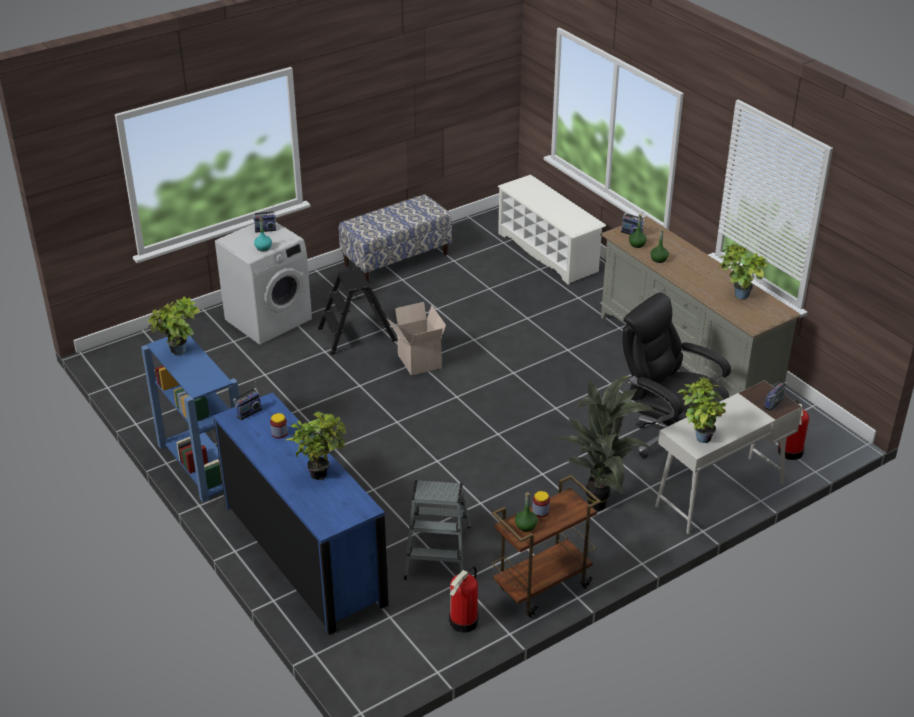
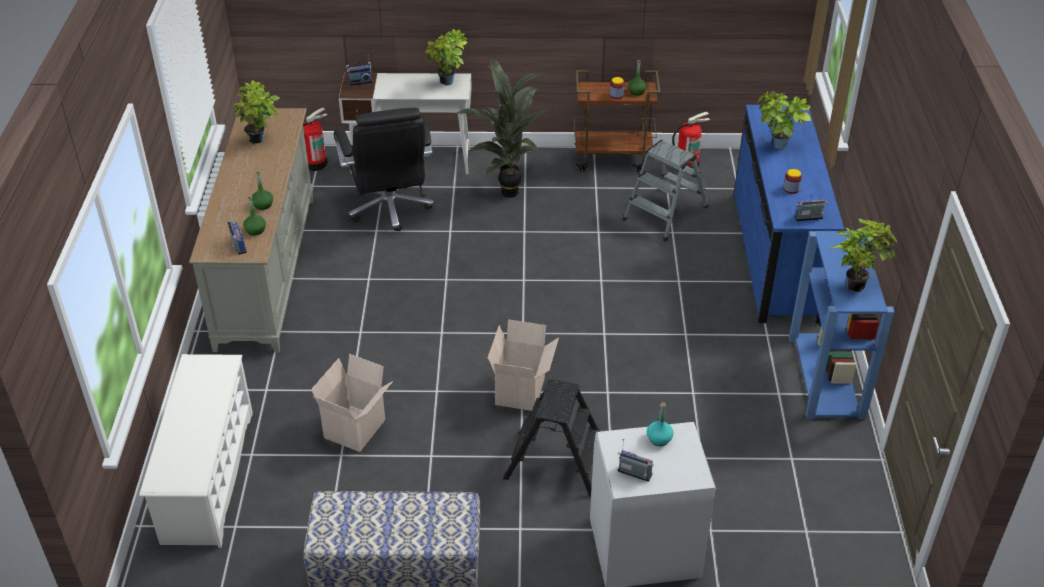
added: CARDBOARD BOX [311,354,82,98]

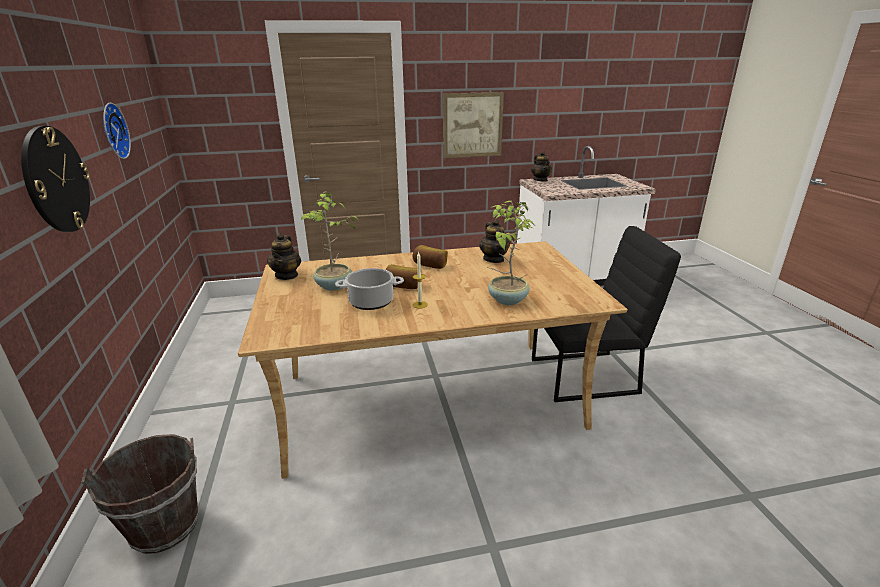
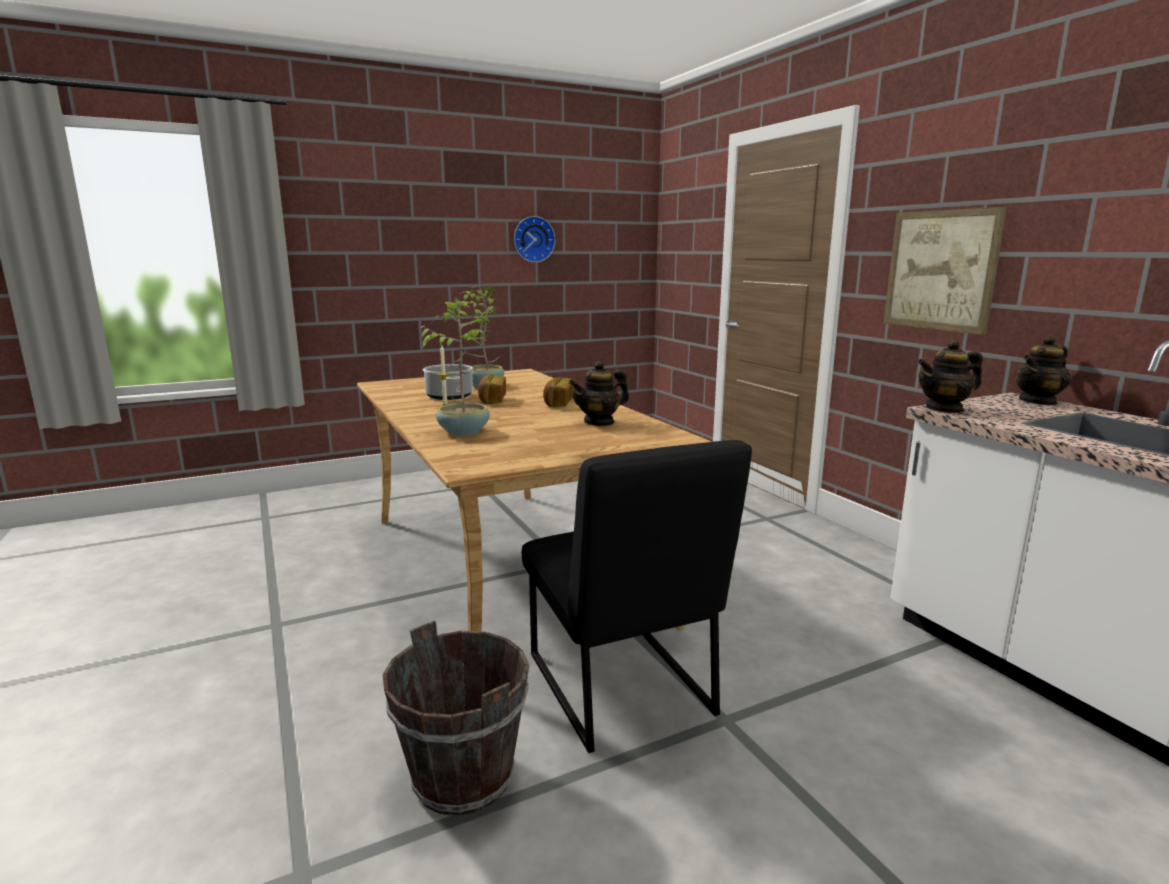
removed: WALL CLOCK [21,126,69,106]
moved: BROWN BUCKET [82,434,117,120] to [383,621,146,195]; TEAPOT [267,233,34,47] to [918,339,65,74]

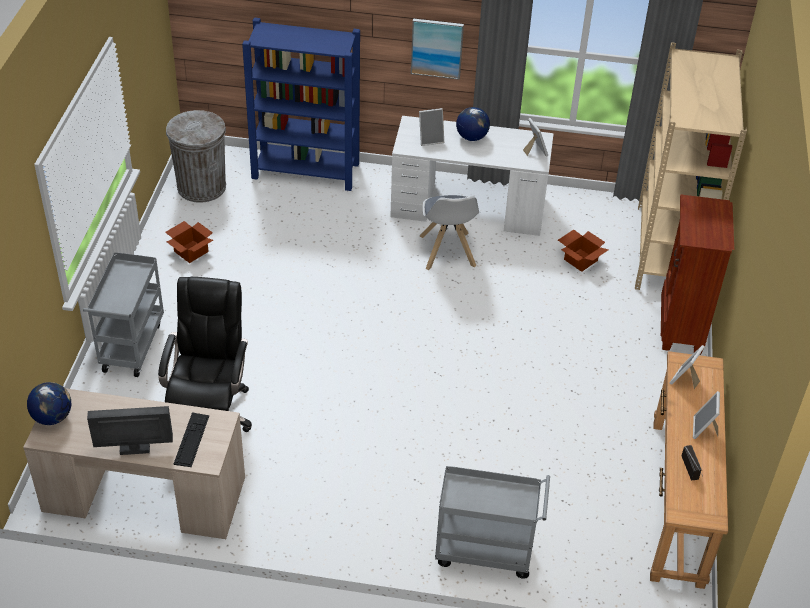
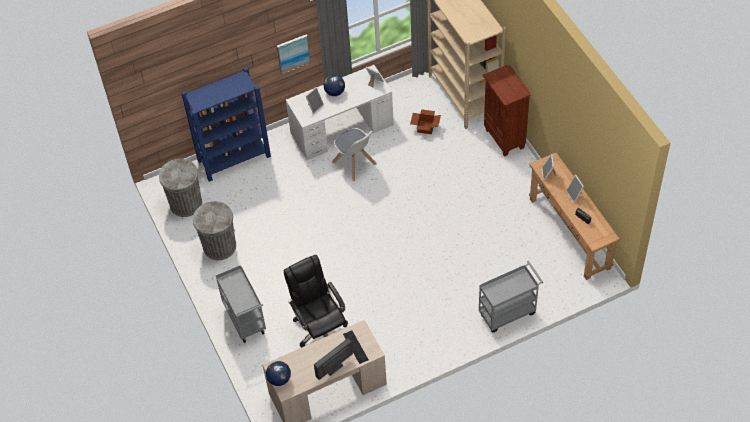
replaced: CARDBOARD BOX [165,221,48,42] to GREY TRASH CAN [193,201,43,59]

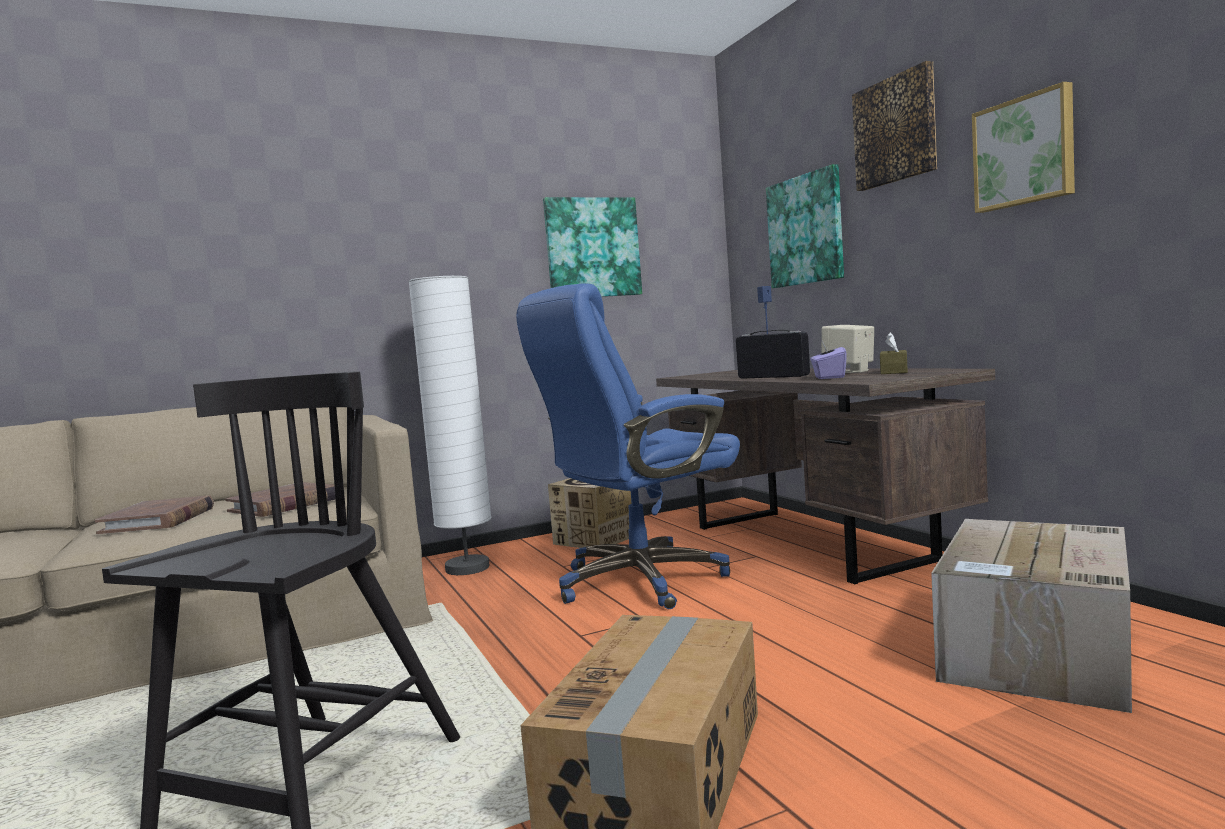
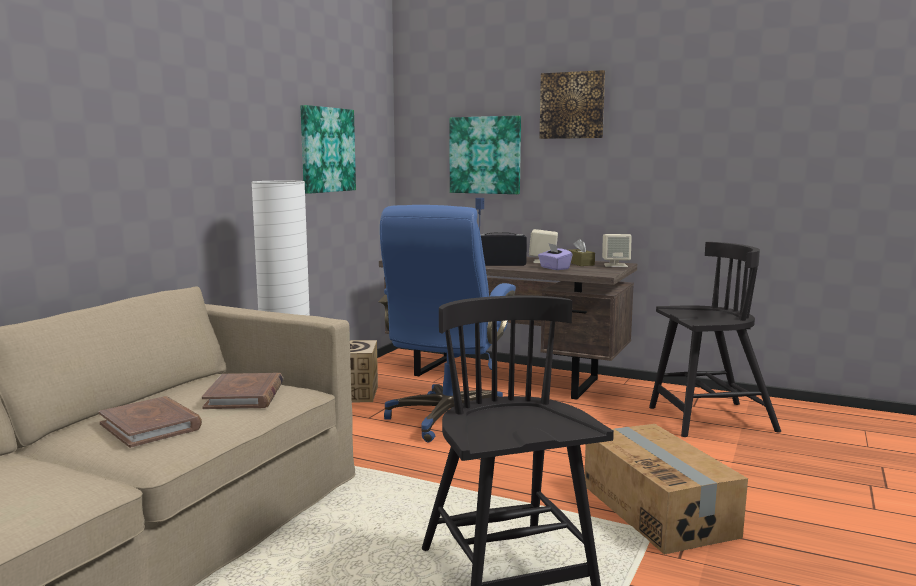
removed: PICTURE [972,82,103,131]
added: BEIGE SPEAKER [602,234,30,33]
replaced: CARDBOARD BOX [931,519,201,194] to BLACK CHAIR [649,242,132,195]

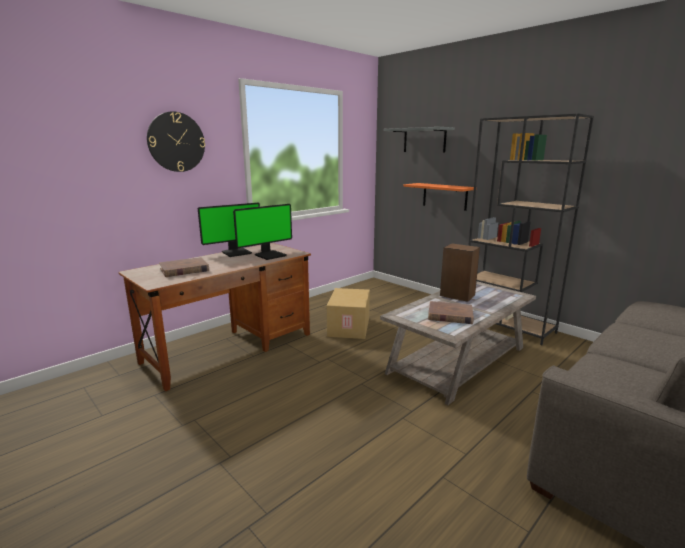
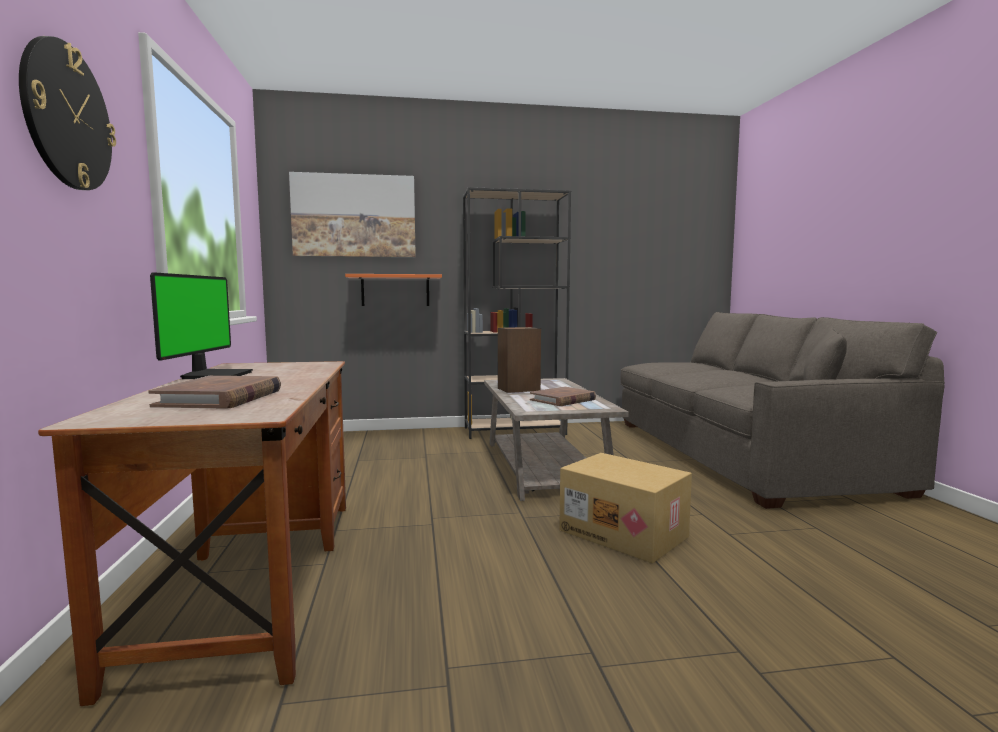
removed: MONITOR [233,204,59,56]
moved: CARDBOARD BOX [327,288,43,51] to [559,453,133,110]
replaced: GREY SHELF [384,127,71,26] to PICTURE [289,172,127,85]

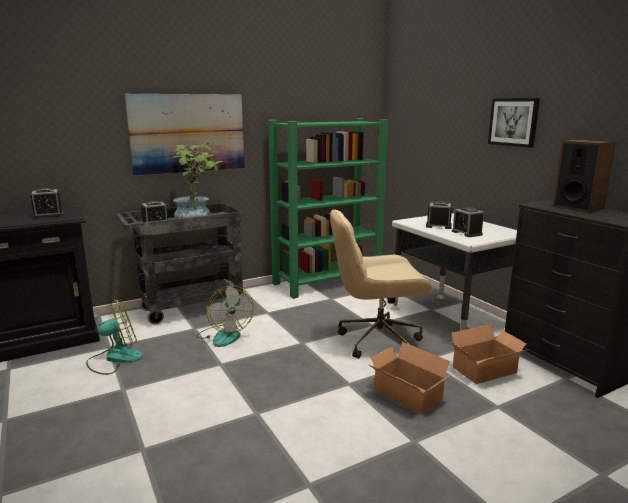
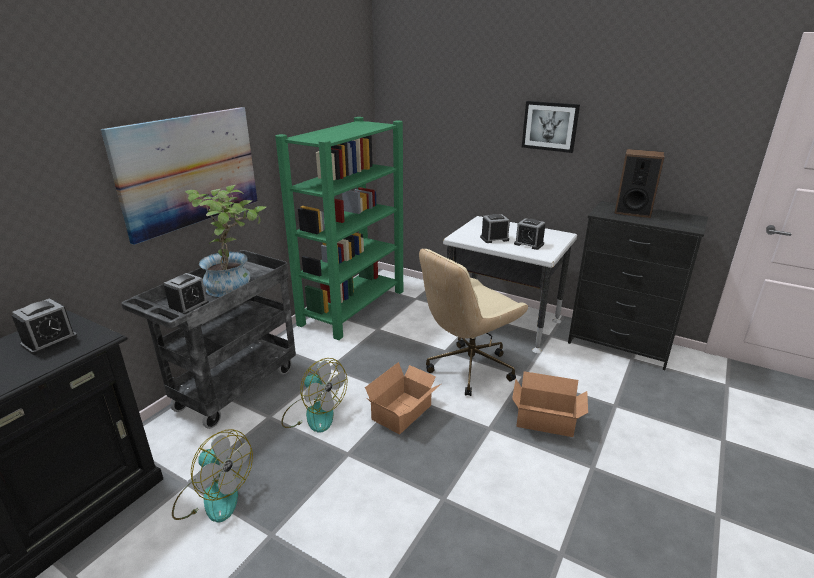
moved: CARDBOARD BOX [450,324,79,60] to [365,362,76,72]
turned: FAN [86,298,57,77] = [172,429,81,94] 90 degrees clockwise

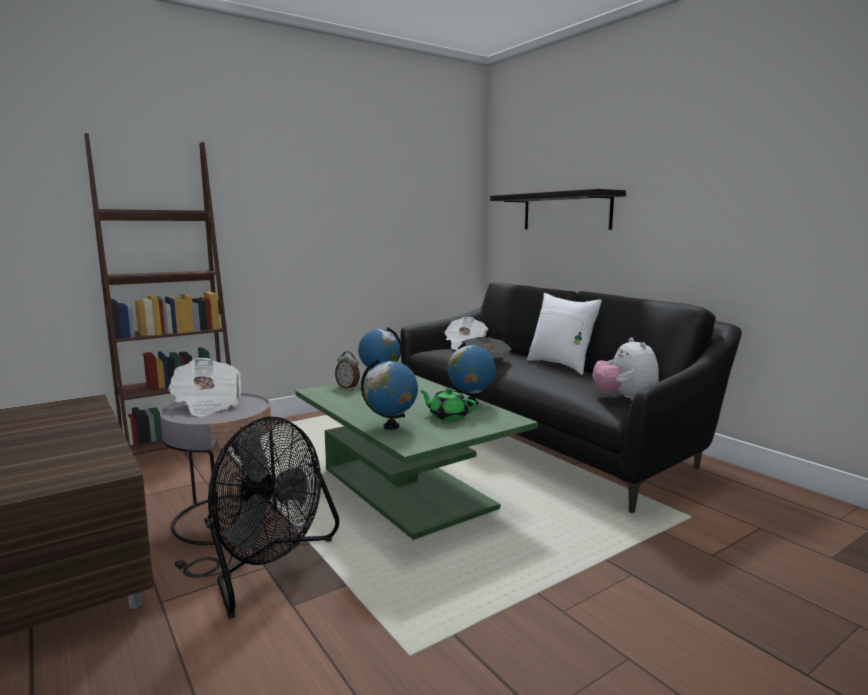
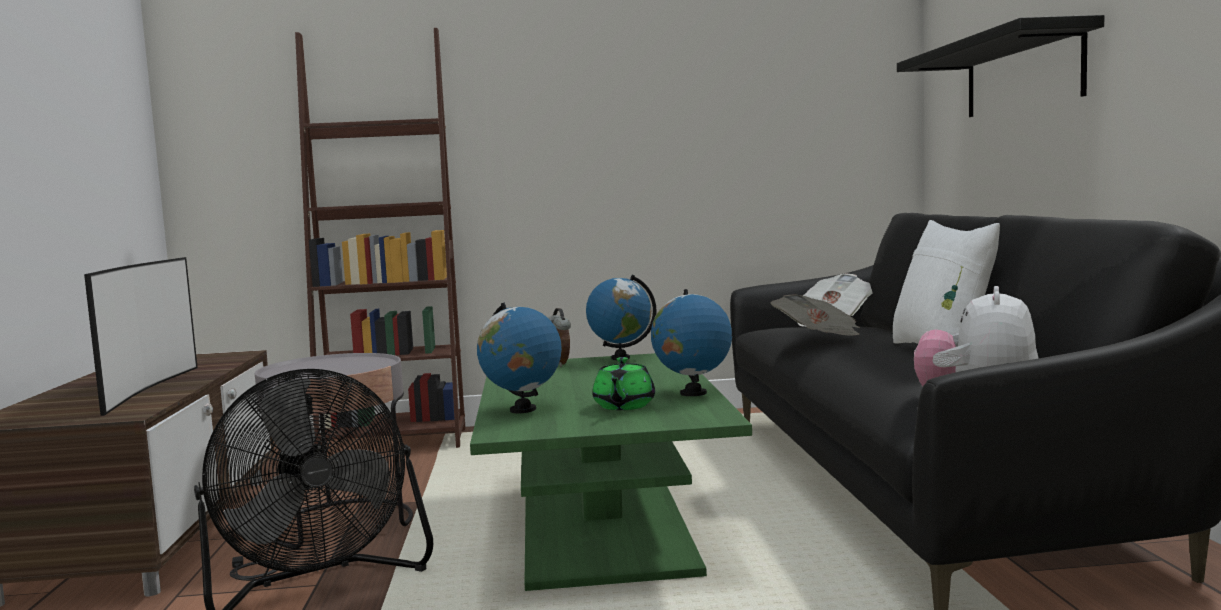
removed: NEWSPAPER [168,358,73,59]
added: TELEVISION [84,257,114,159]
turned: GREEN TEAPOT [420,388,56,33] = [592,357,63,53] 135 degrees counterclockwise

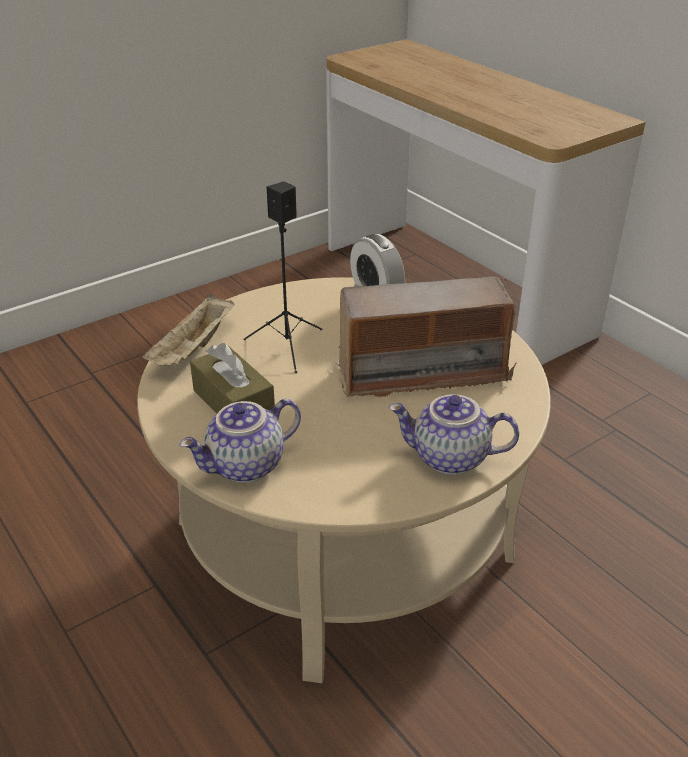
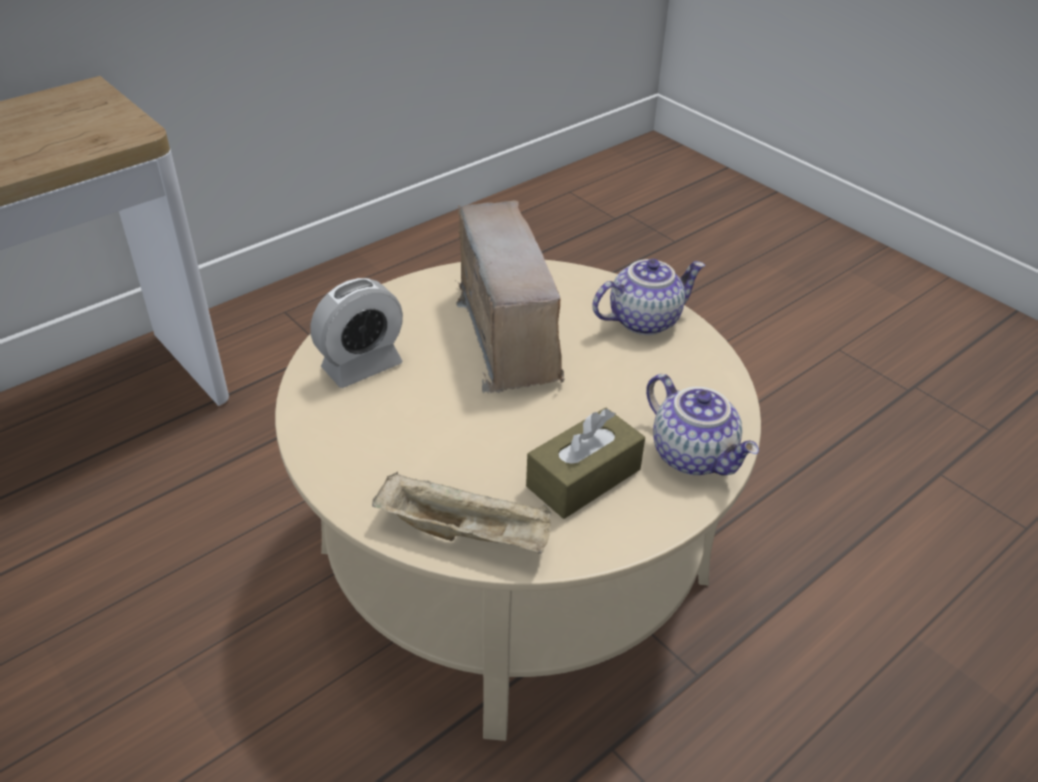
removed: BLACK SPEAKER [244,181,78,192]
turned: TEAPOT [389,394,130,81] = [592,259,113,76] 120 degrees counterclockwise

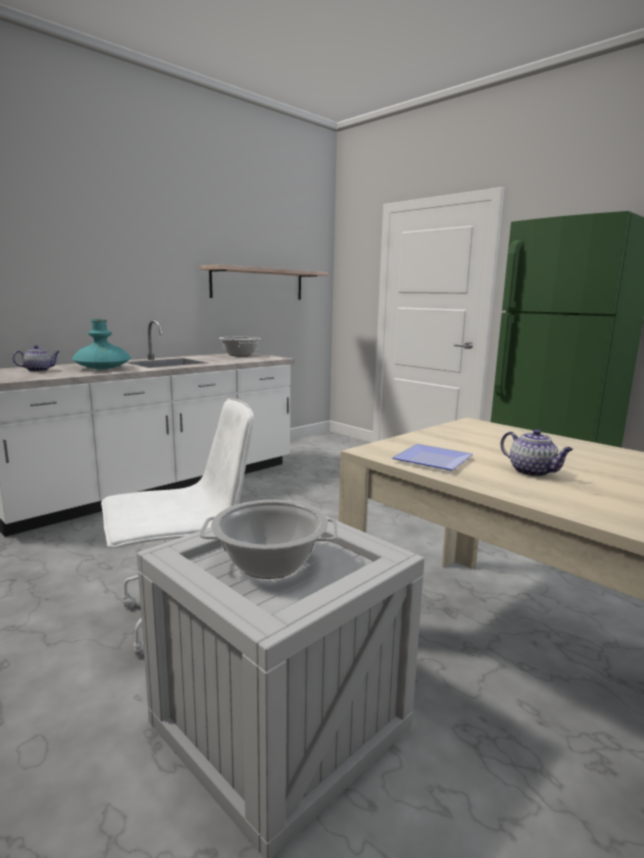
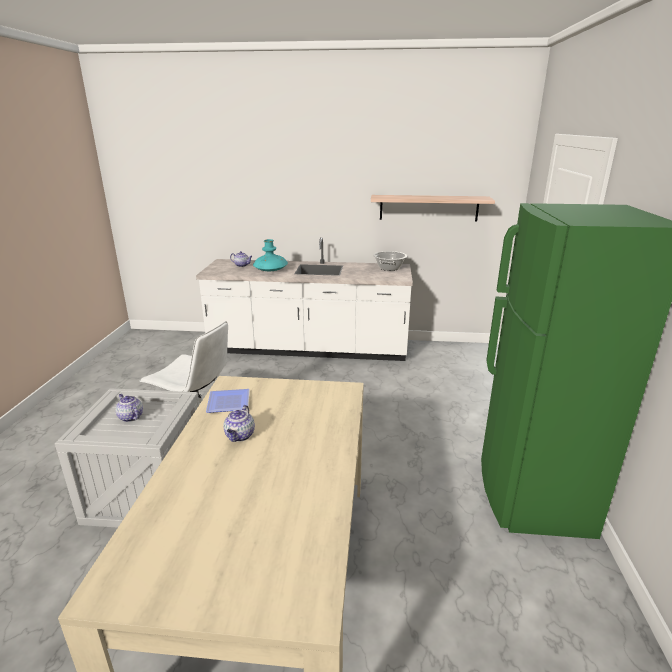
replaced: COOKING POT [199,500,139,79] to TEAPOT [116,394,27,28]

